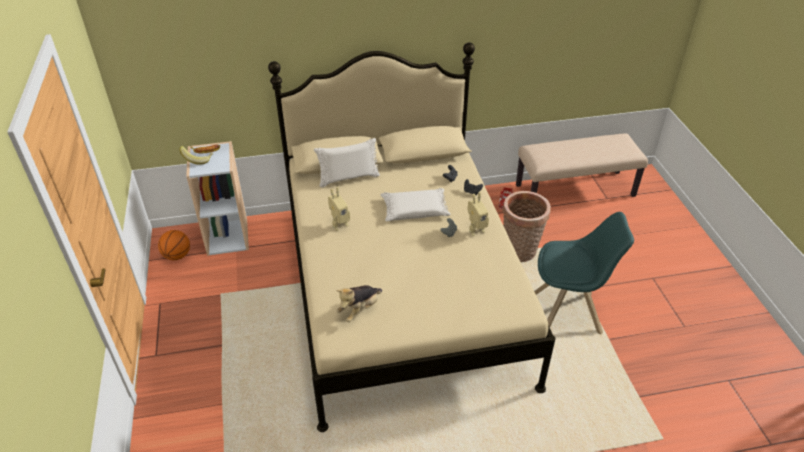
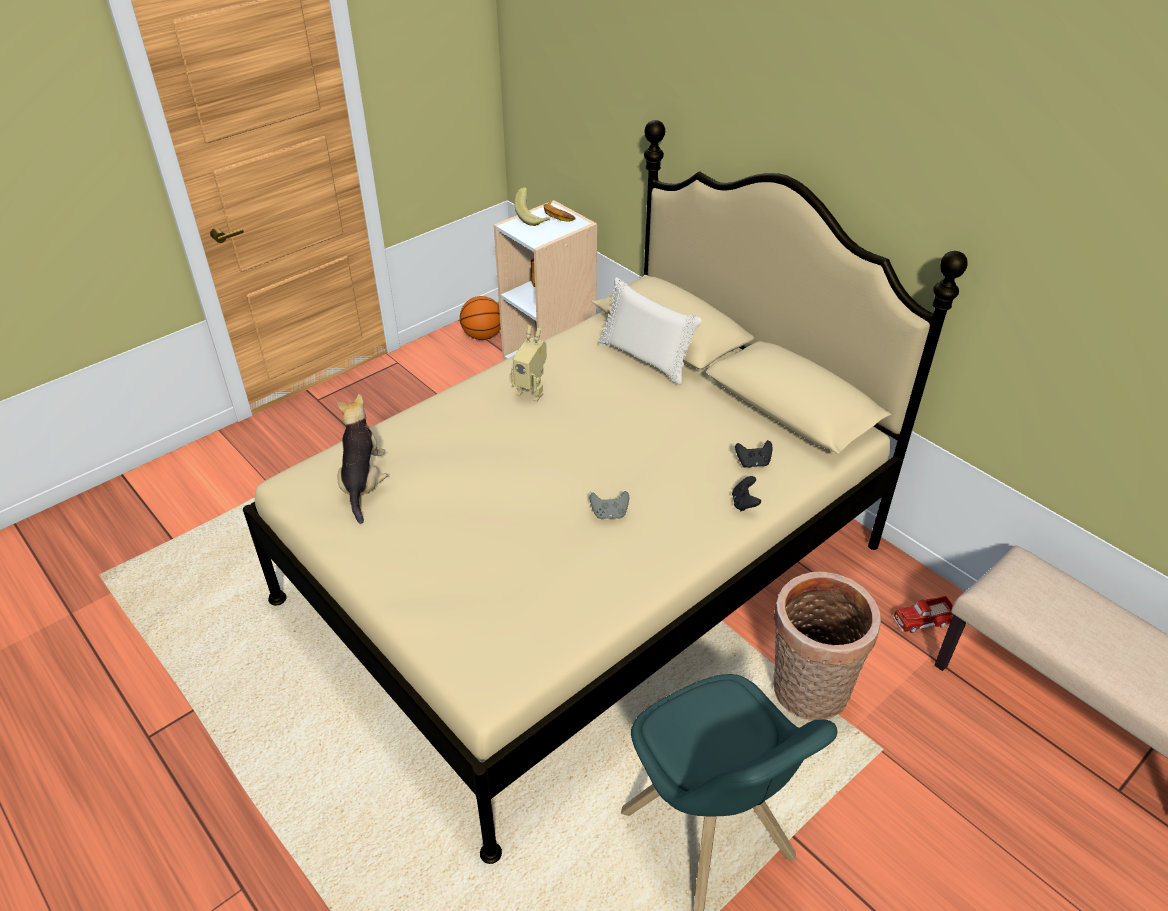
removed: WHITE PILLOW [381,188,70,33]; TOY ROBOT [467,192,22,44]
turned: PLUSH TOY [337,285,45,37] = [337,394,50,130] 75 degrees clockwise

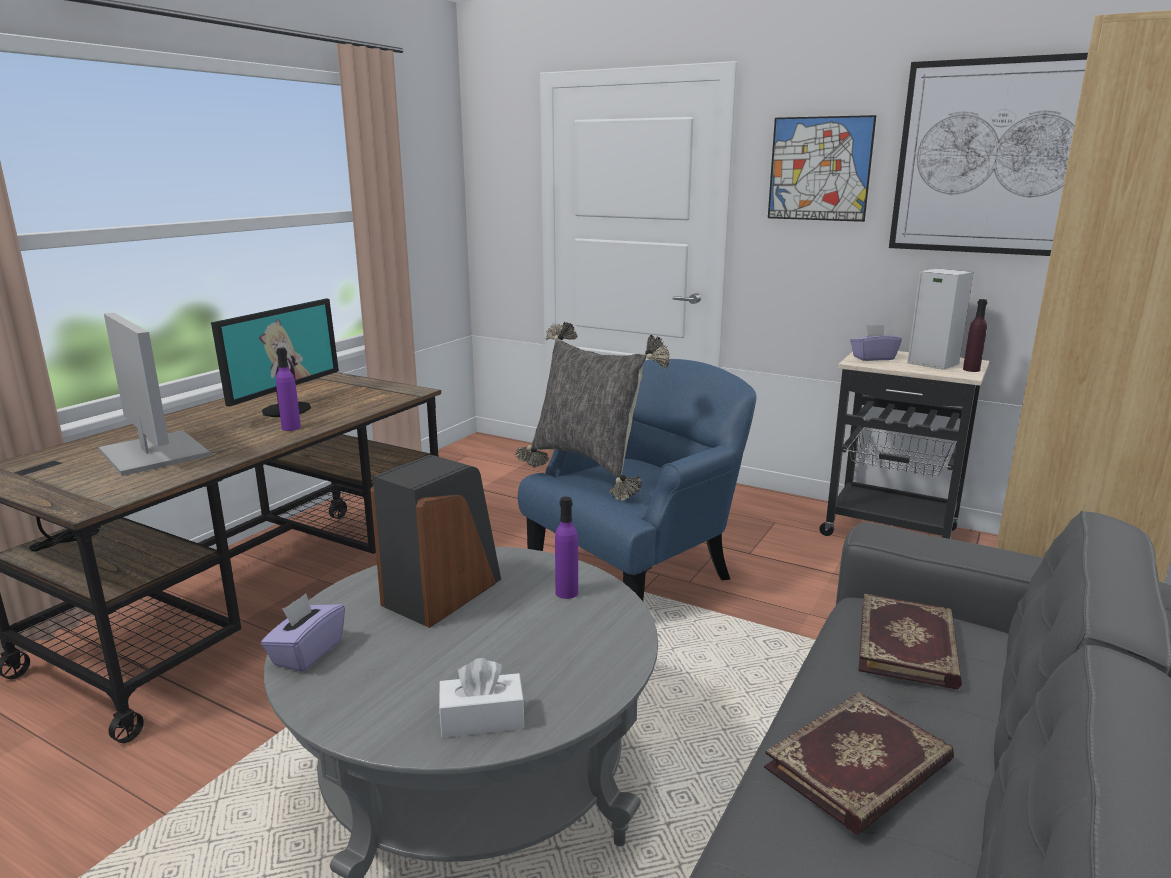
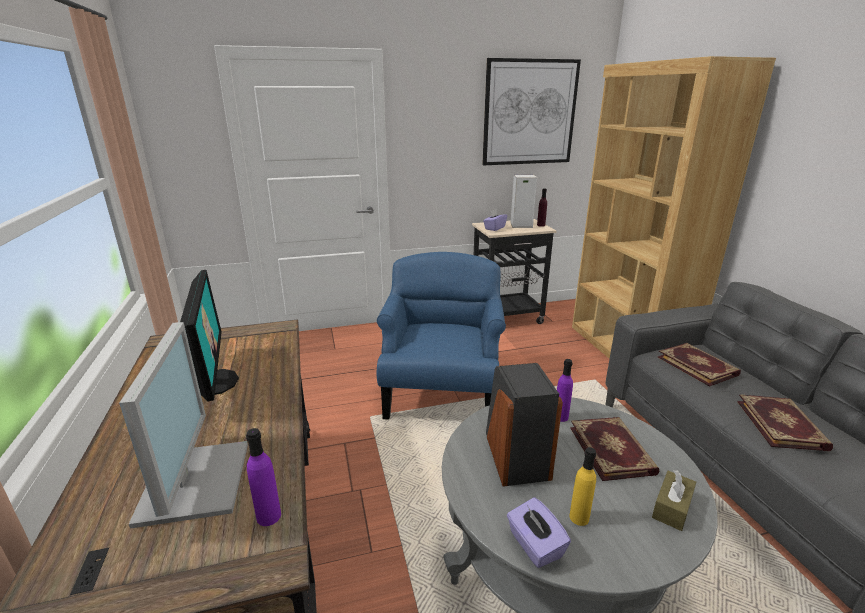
removed: PILLOW [515,322,156,179]; PICTURE [768,115,108,107]
added: BOOK [570,417,89,64]; YELLOW BOTTLE [570,447,26,79]
moved: PURPLE BOTTLE [276,348,25,83] to [246,428,35,98]
recoloured: WHITE TISSUE BOX [439,658,86,80] to BROWN TISSUE BOX [652,470,44,61]
turned: MONITOR [99,313,112,163] = [119,322,129,207] 75 degrees clockwise

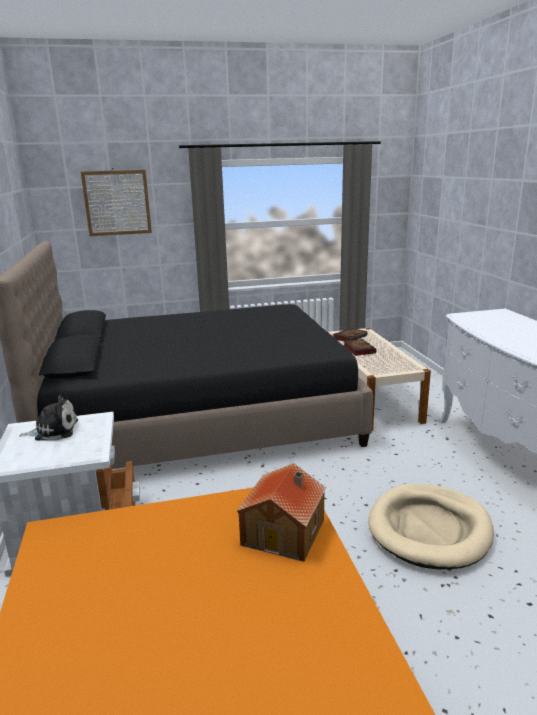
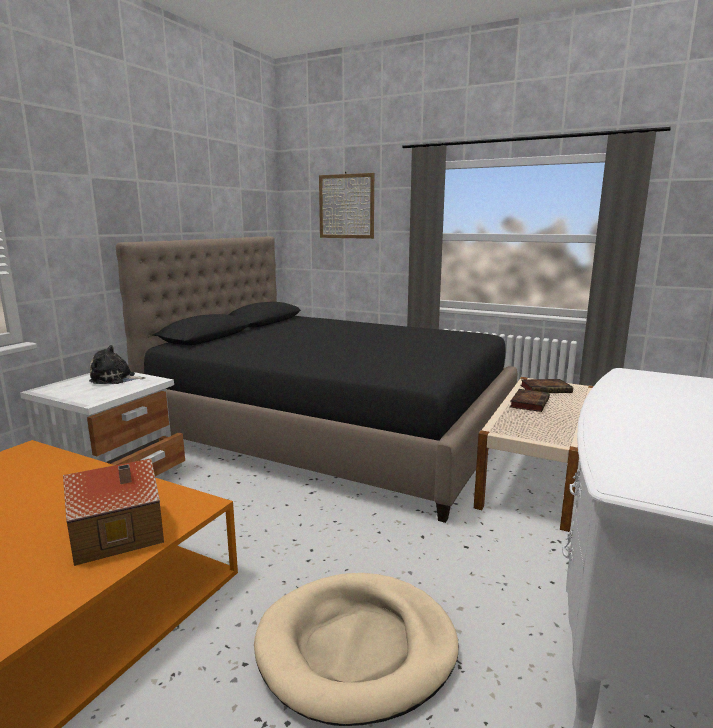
turned: PLUSH TOY [19,395,59,46] = [89,345,57,39] 150 degrees clockwise

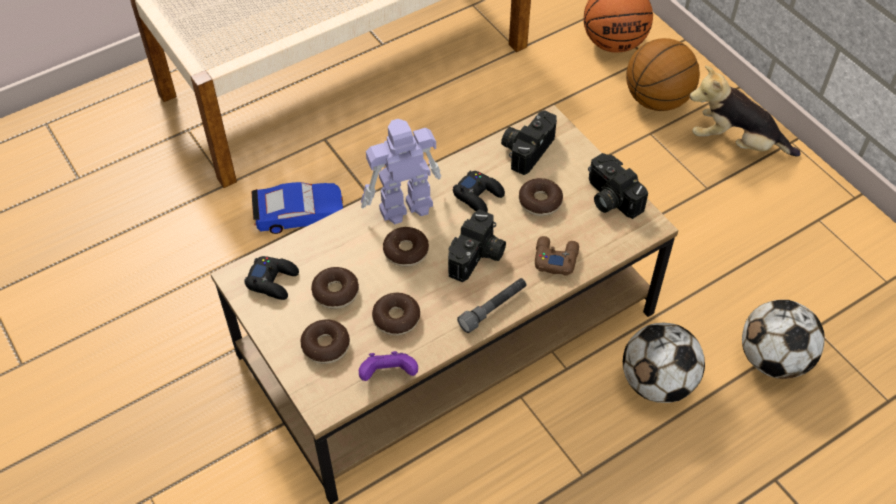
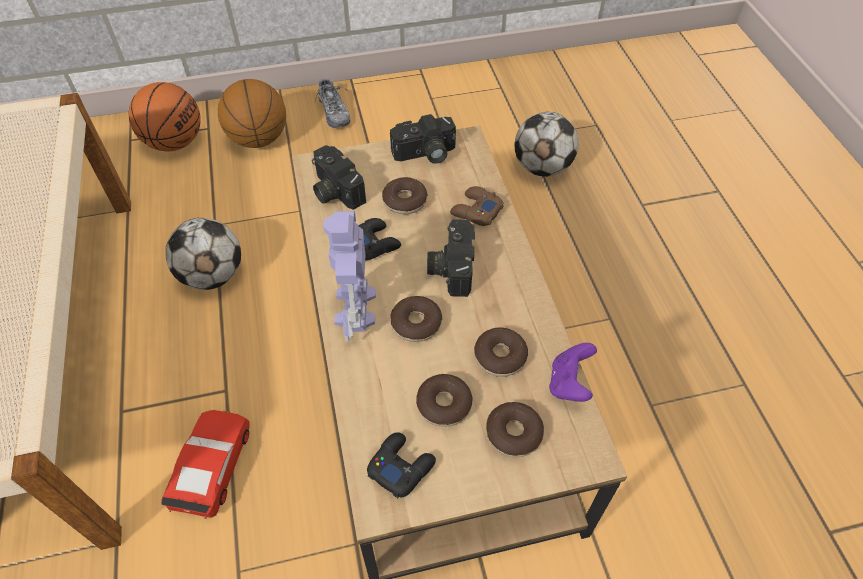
removed: GREY FLASHLIGHT [457,278,70,55]
moved: FOOTBALL [623,323,82,80] to [165,218,76,72]
replaced: PLUSH TOY [690,66,111,90] to SHOE [315,77,35,51]
recoloured: BLUE TOY CAR [251,182,92,52] to RED TOY CAR [161,410,89,109]
turned: PHOTO CAMERA [448,210,58,72] = [427,219,48,78] 135 degrees counterclockwise

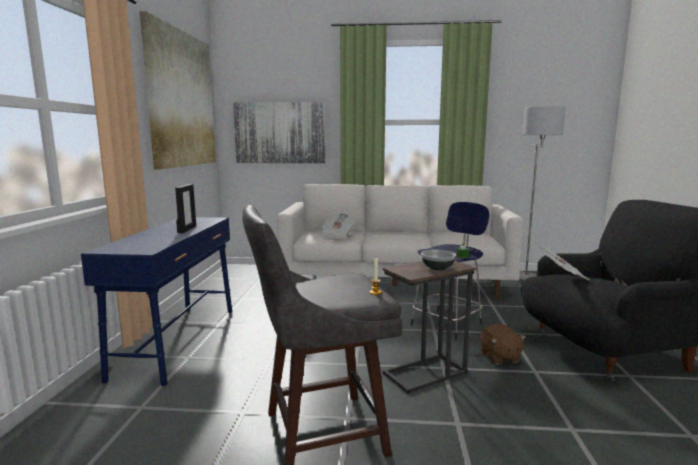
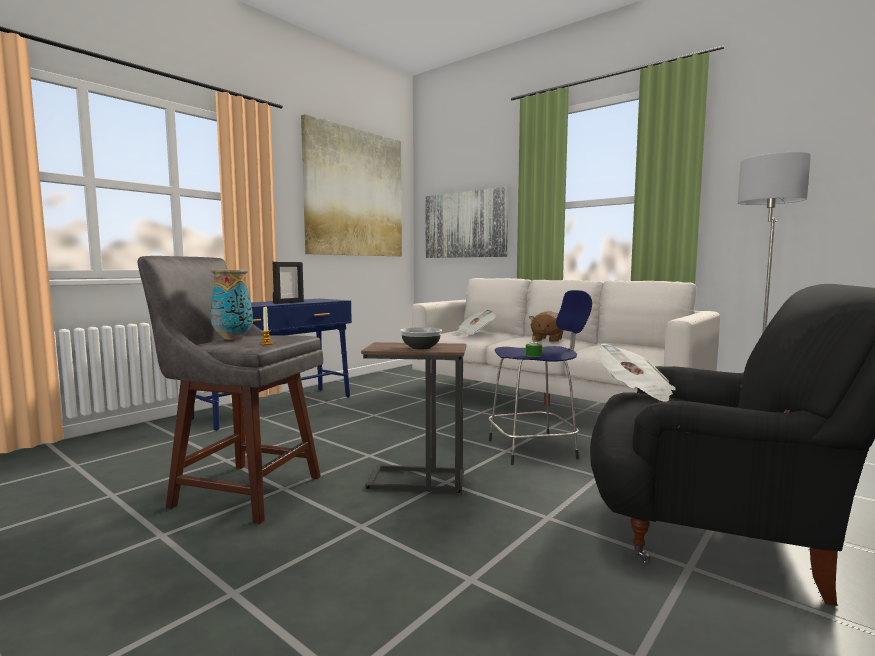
added: VASE [210,270,43,70]
moved: BROWN PLUSH TOY [480,324,46,41] to [529,311,34,31]

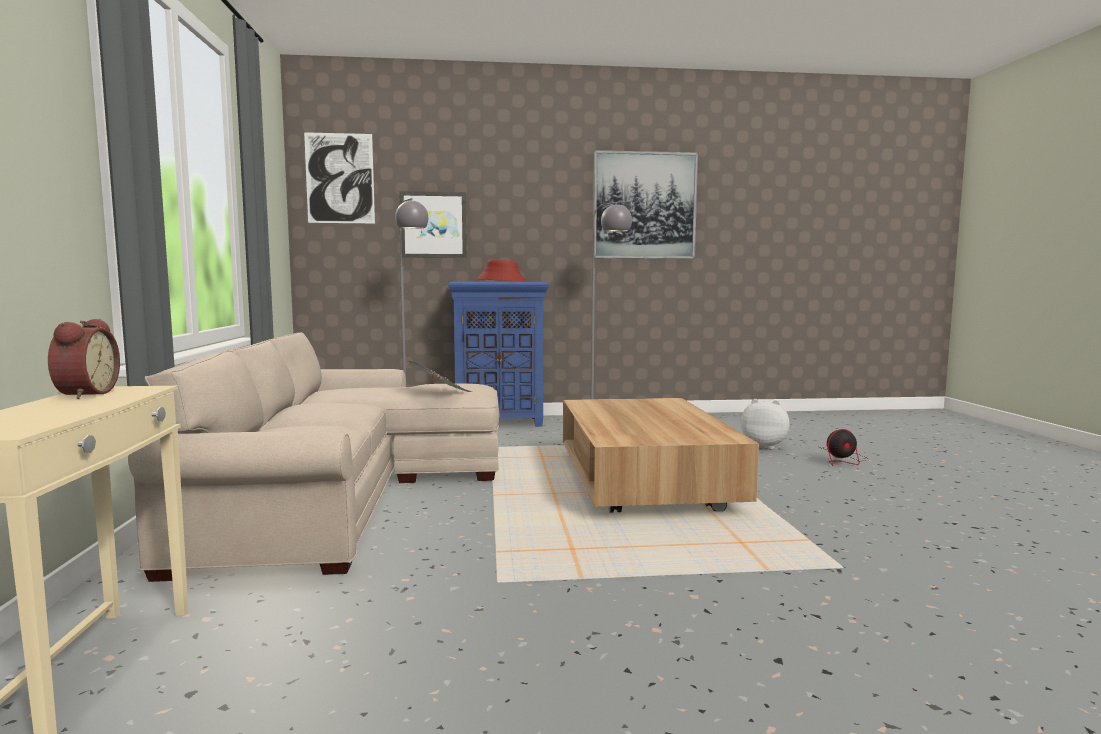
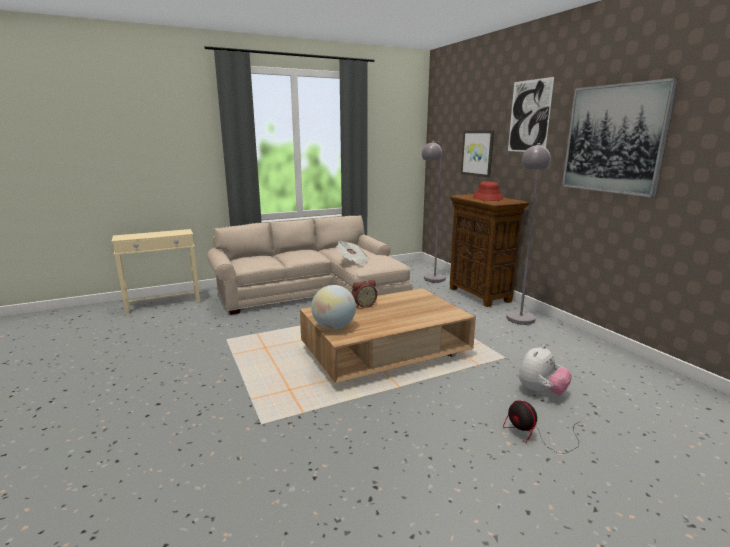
added: GLOBE [311,285,45,45]
moved: ALARM CLOCK [48,319,72,80] to [351,280,26,28]; PICTURE [304,132,71,92] to [508,77,46,75]
recoloured: BLUE CABINET [447,282,103,145] to BROWN CABINET [449,194,80,113]
turned: PLUSH TOY [741,399,49,50] = [519,345,53,50] 45 degrees clockwise

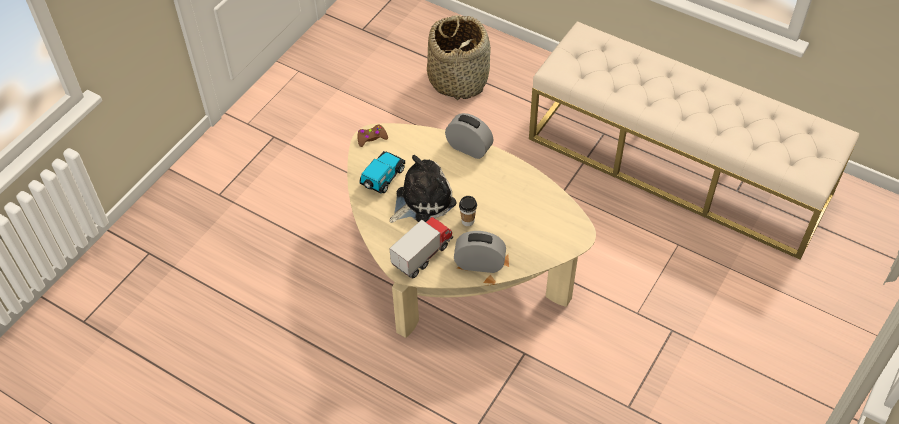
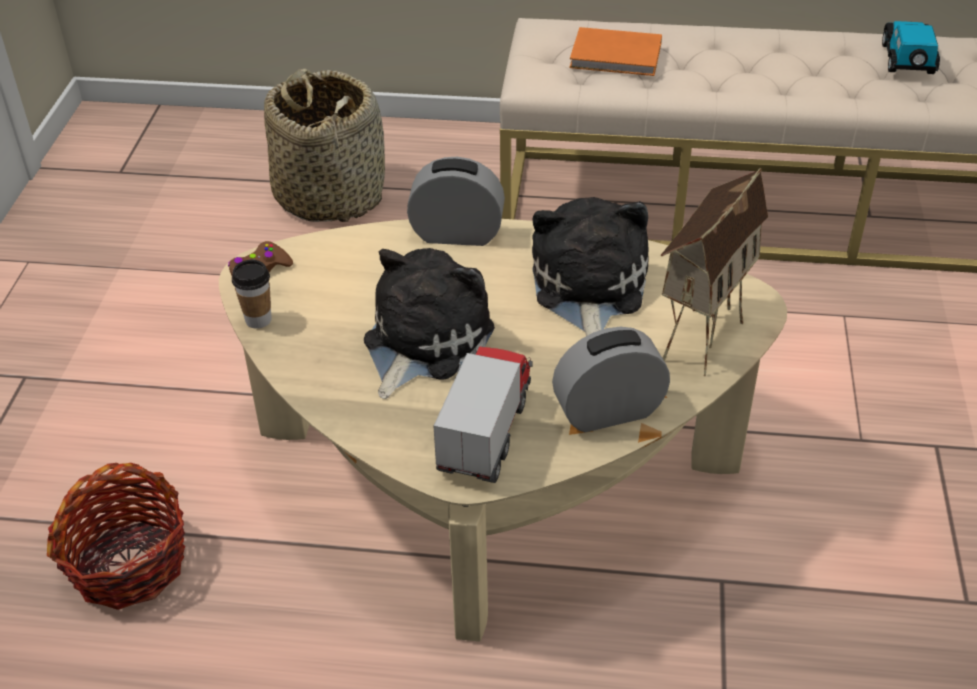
added: BASKET [47,463,138,147]; PLUSH TOY [532,197,117,139]; ORANGE BOOK [569,27,93,49]; TOY HOUSE [660,168,108,208]
moved: CUP [459,196,18,30] to [232,260,40,69]; TOY CAR [359,151,46,43] to [882,21,58,53]

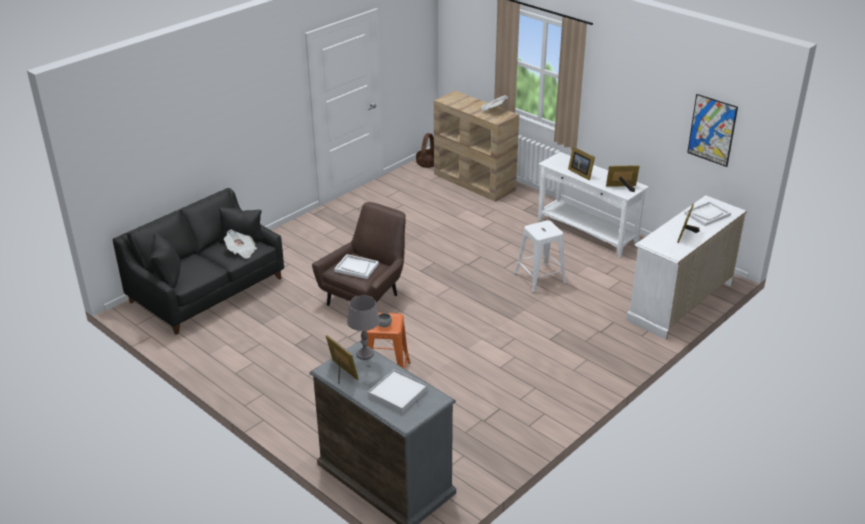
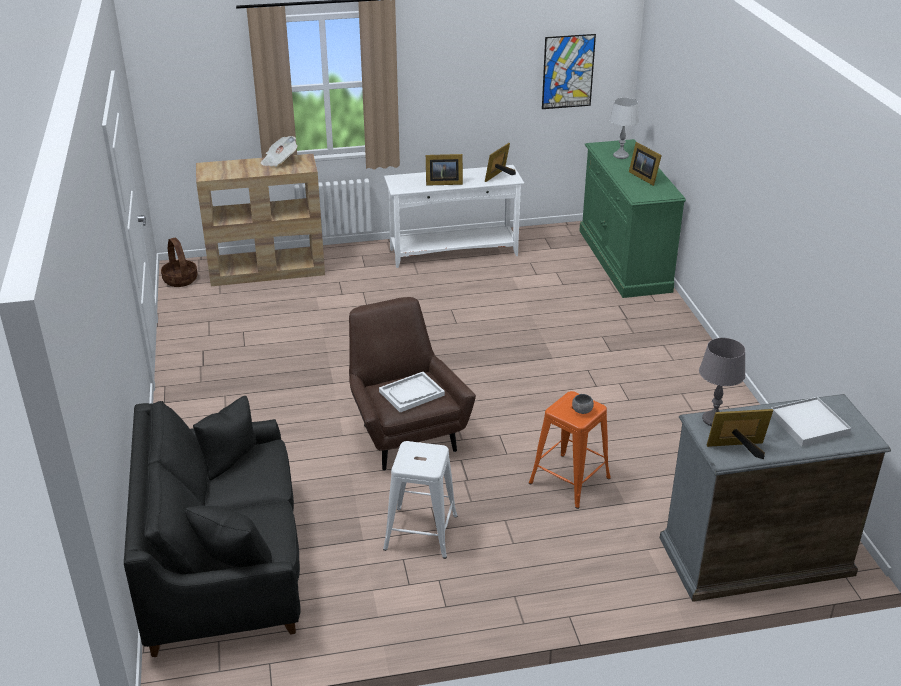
removed: NEWSPAPER [224,230,33,29]
moved: WHITE STOOL [515,220,51,73] to [383,441,75,118]
replaced: WHITE TRAY [684,201,47,25] to GREY TABLE LAMP [610,98,29,61]
recoloured: WHITE CABINET [626,195,121,145] to GREEN CABINET [579,139,107,159]

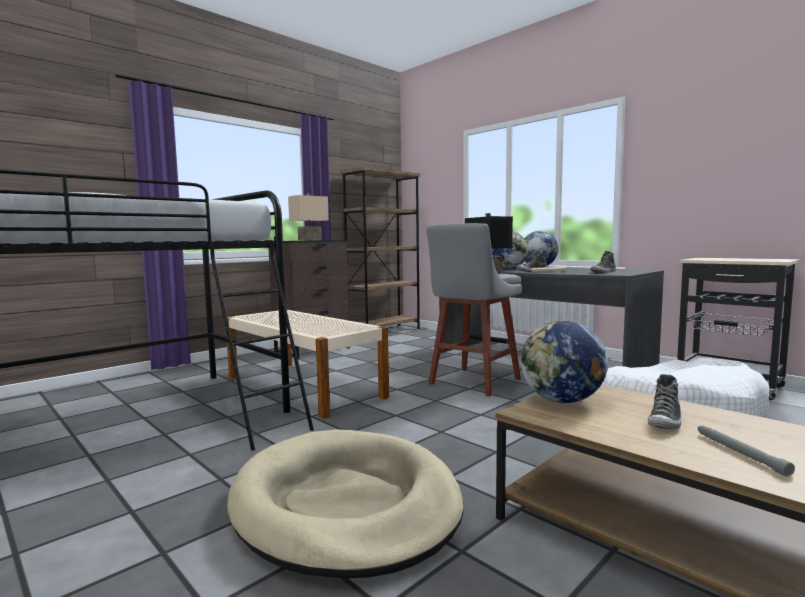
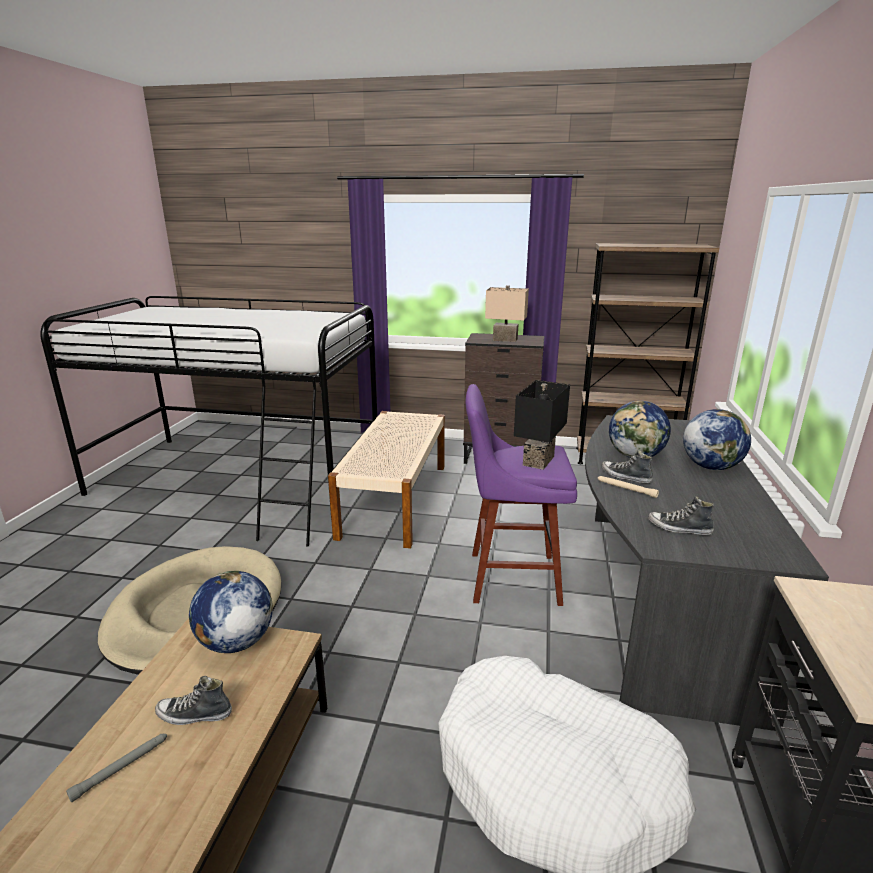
recoloured: GREY STOOL [426,223,96,174] to PURPLE STOOL [466,384,111,222]

